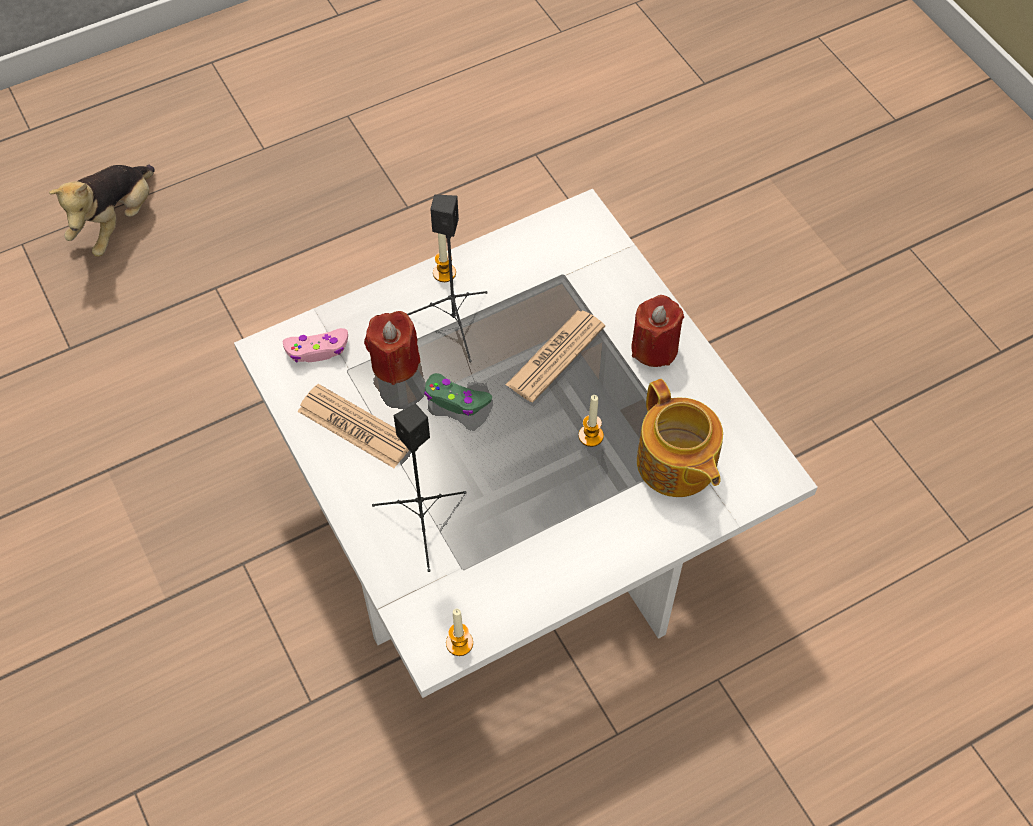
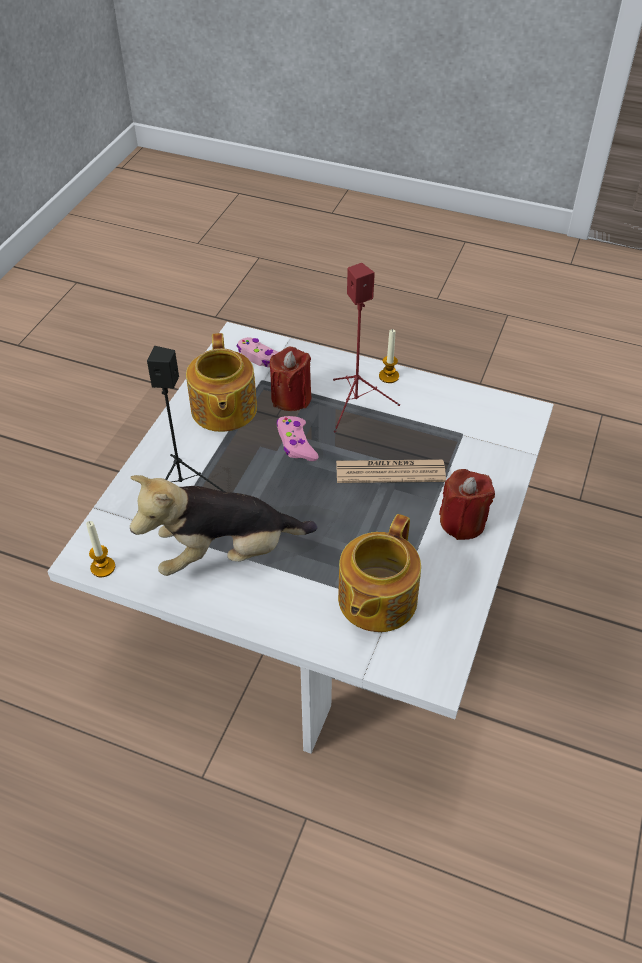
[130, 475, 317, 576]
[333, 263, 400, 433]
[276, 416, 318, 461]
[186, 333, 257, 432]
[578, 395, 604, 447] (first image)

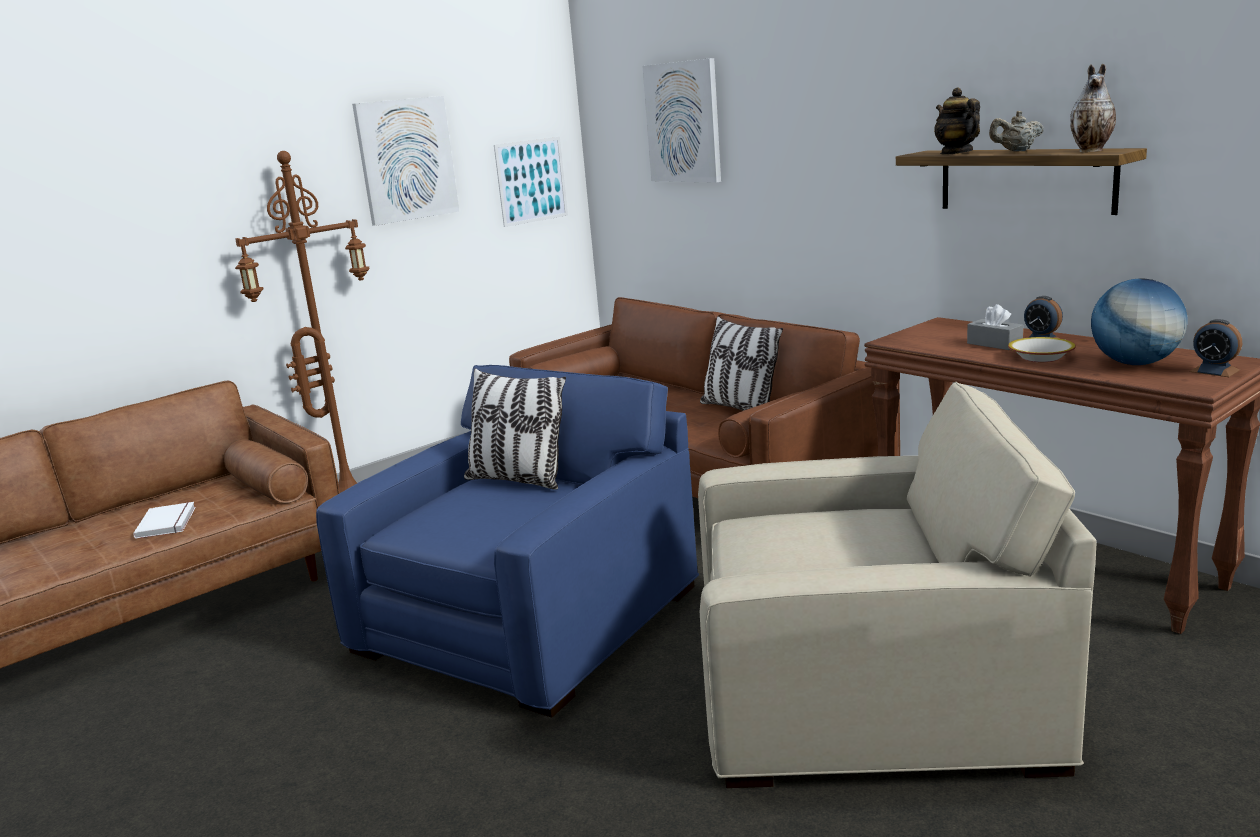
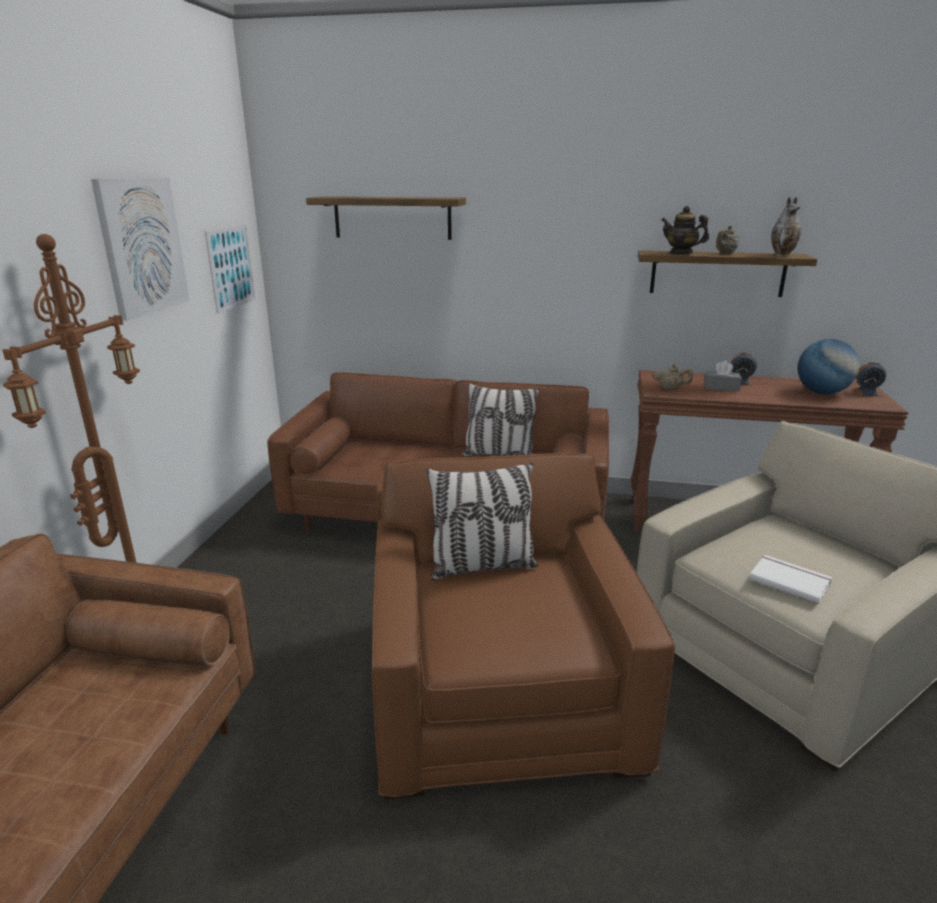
[306, 196, 466, 240]
[1008, 337, 1076, 362] (first image)
[372, 453, 675, 799]
[749, 555, 832, 604]
[653, 364, 693, 390]

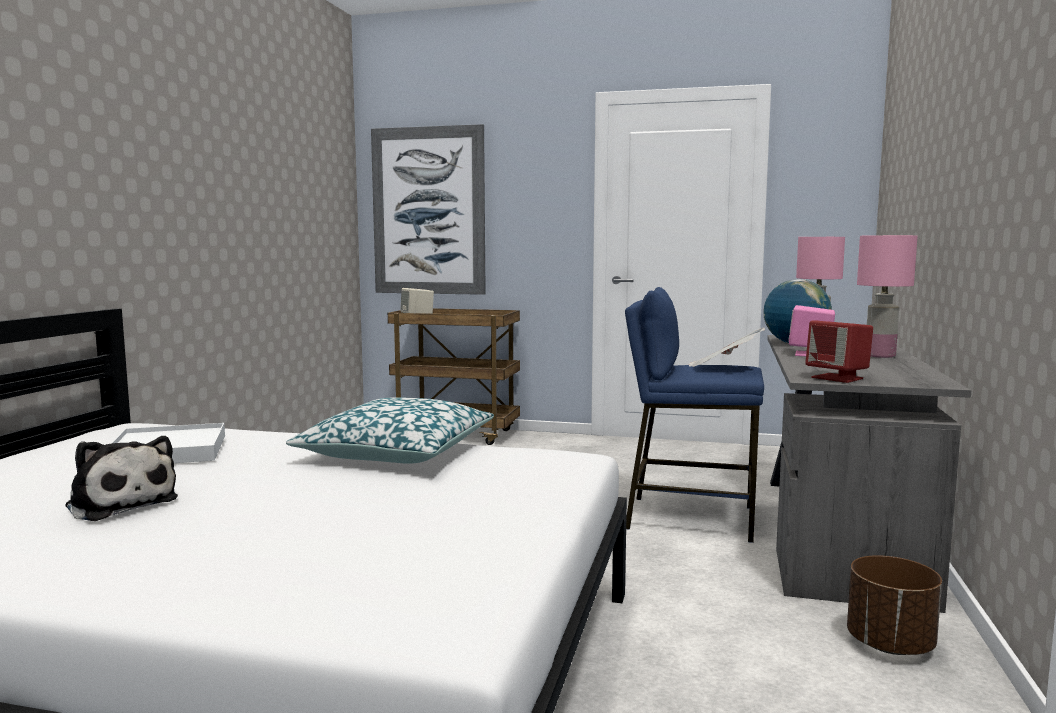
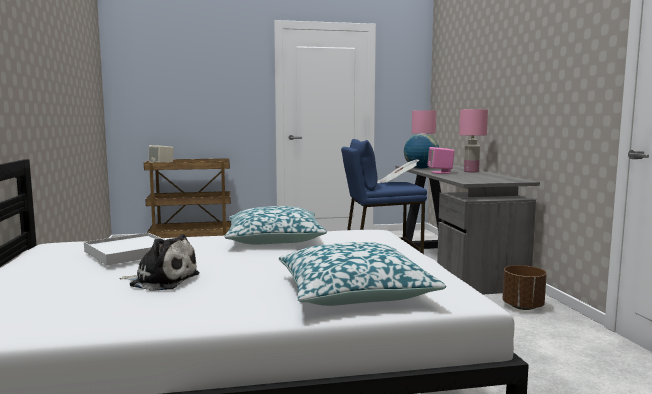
[371, 124, 486, 295] (first image)
[805, 320, 873, 383] (first image)
[279, 242, 446, 306]

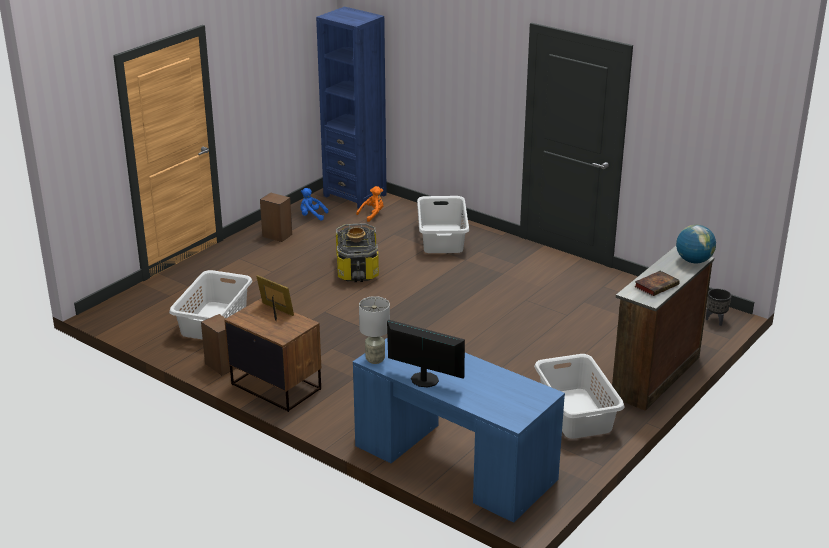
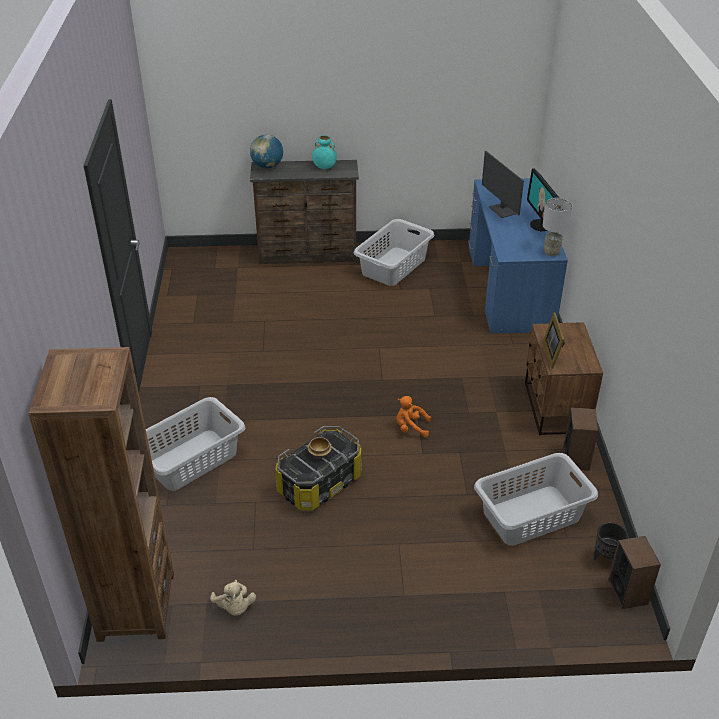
[28, 347, 174, 642]
[396, 396, 431, 437]
[210, 580, 256, 616]
[608, 536, 661, 609]
[312, 135, 337, 169]
[593, 522, 628, 563]
[482, 151, 524, 218]

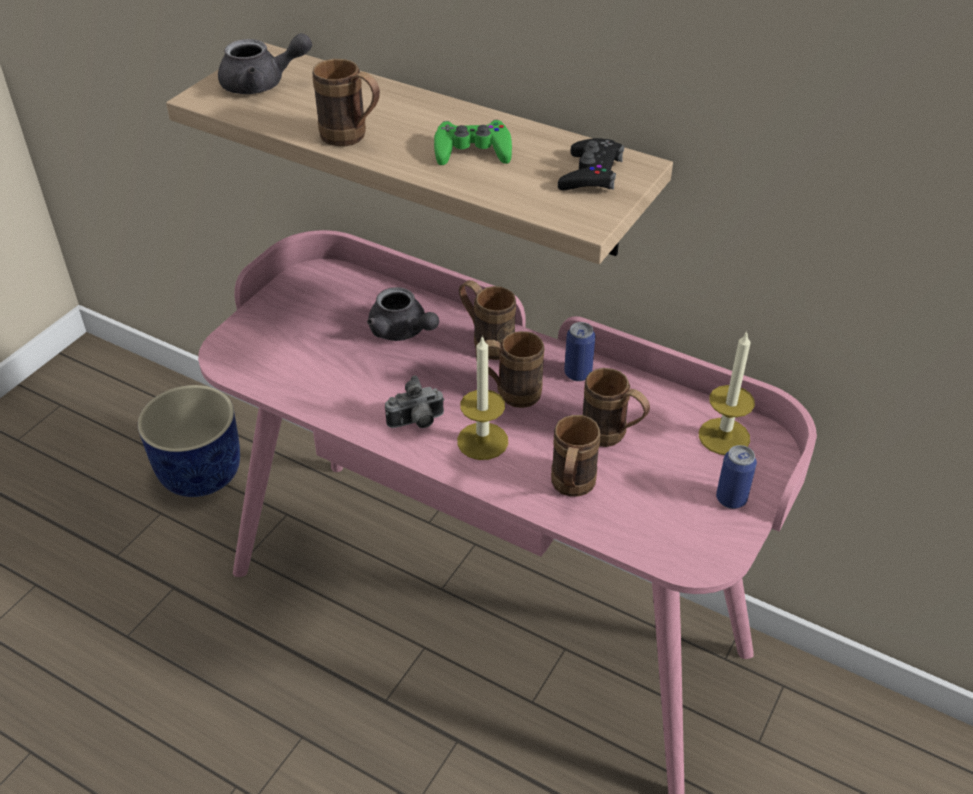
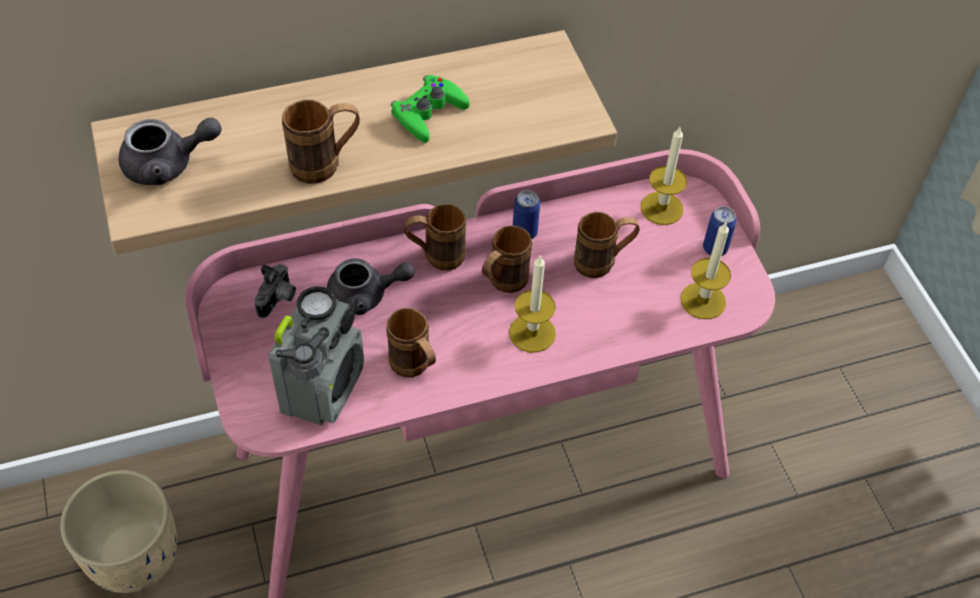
[119, 118, 222, 185]
[558, 138, 624, 190] (first image)
[254, 264, 296, 318]
[60, 470, 177, 593]
[386, 308, 436, 377]
[680, 222, 731, 319]
[268, 286, 364, 425]

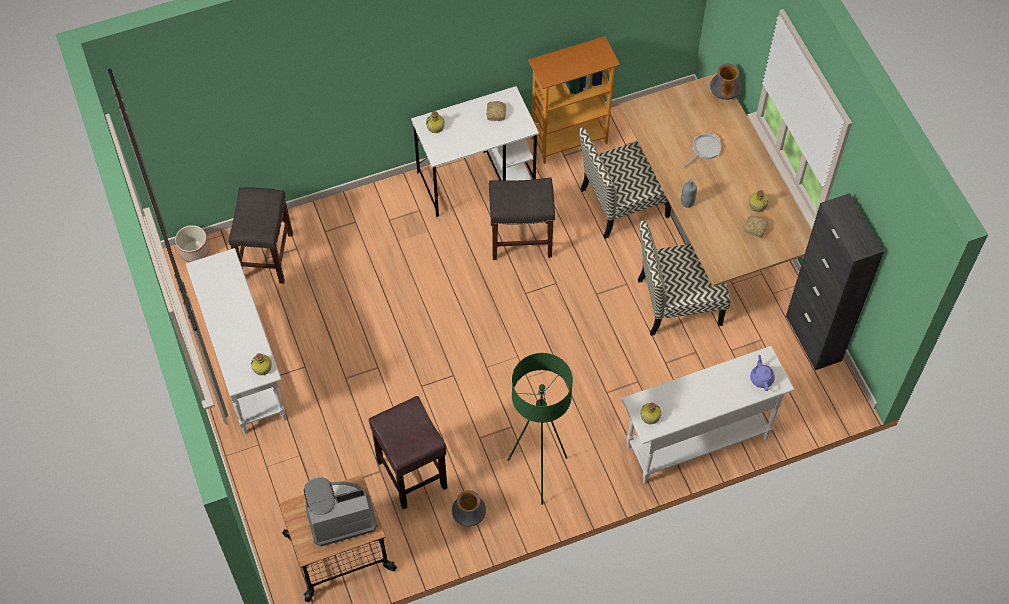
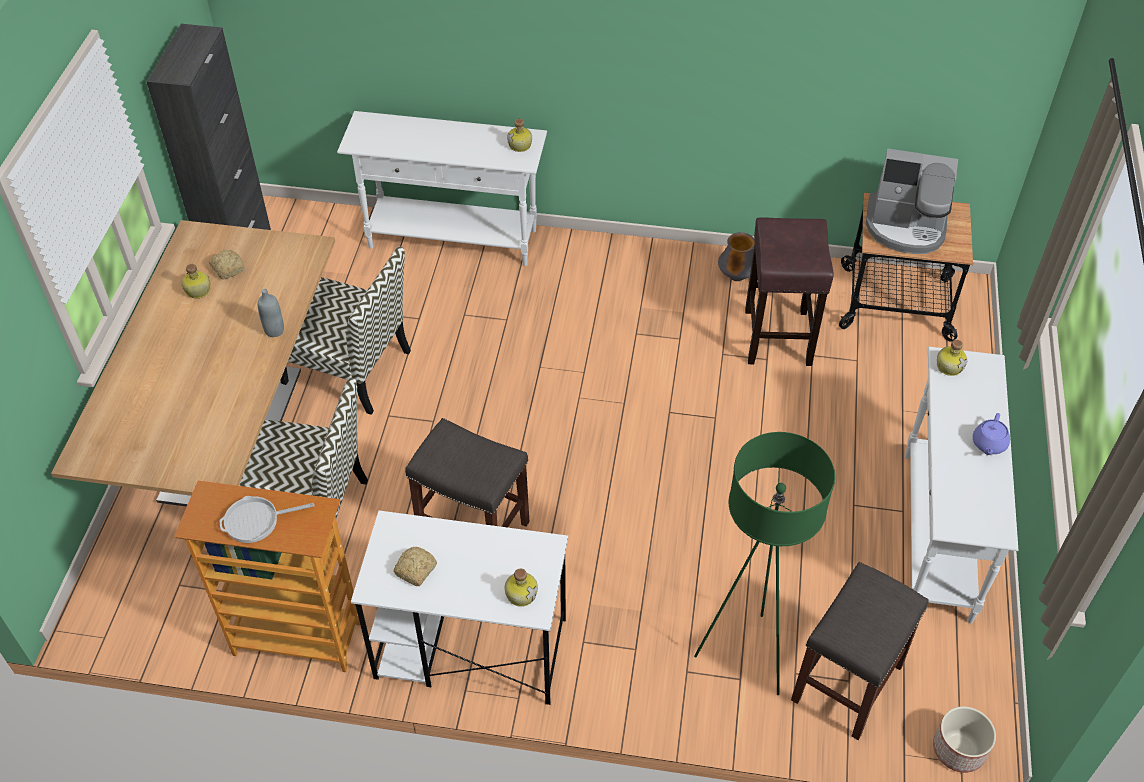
[710, 64, 742, 100] (first image)
[220, 496, 314, 543]
[694, 432, 835, 695]
[973, 413, 1010, 455]

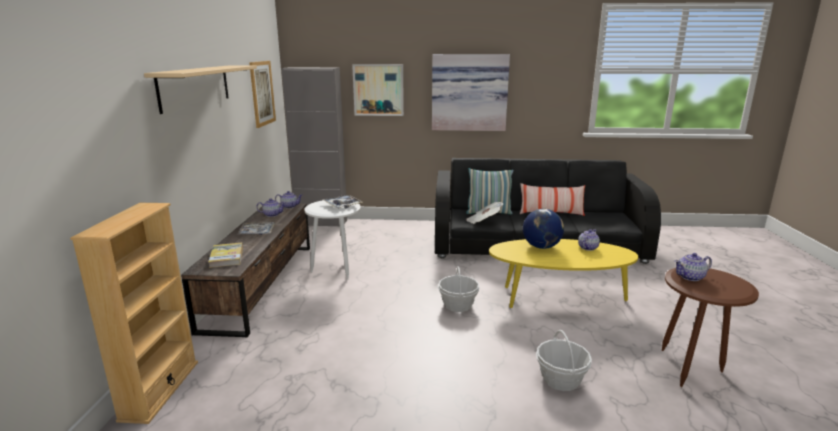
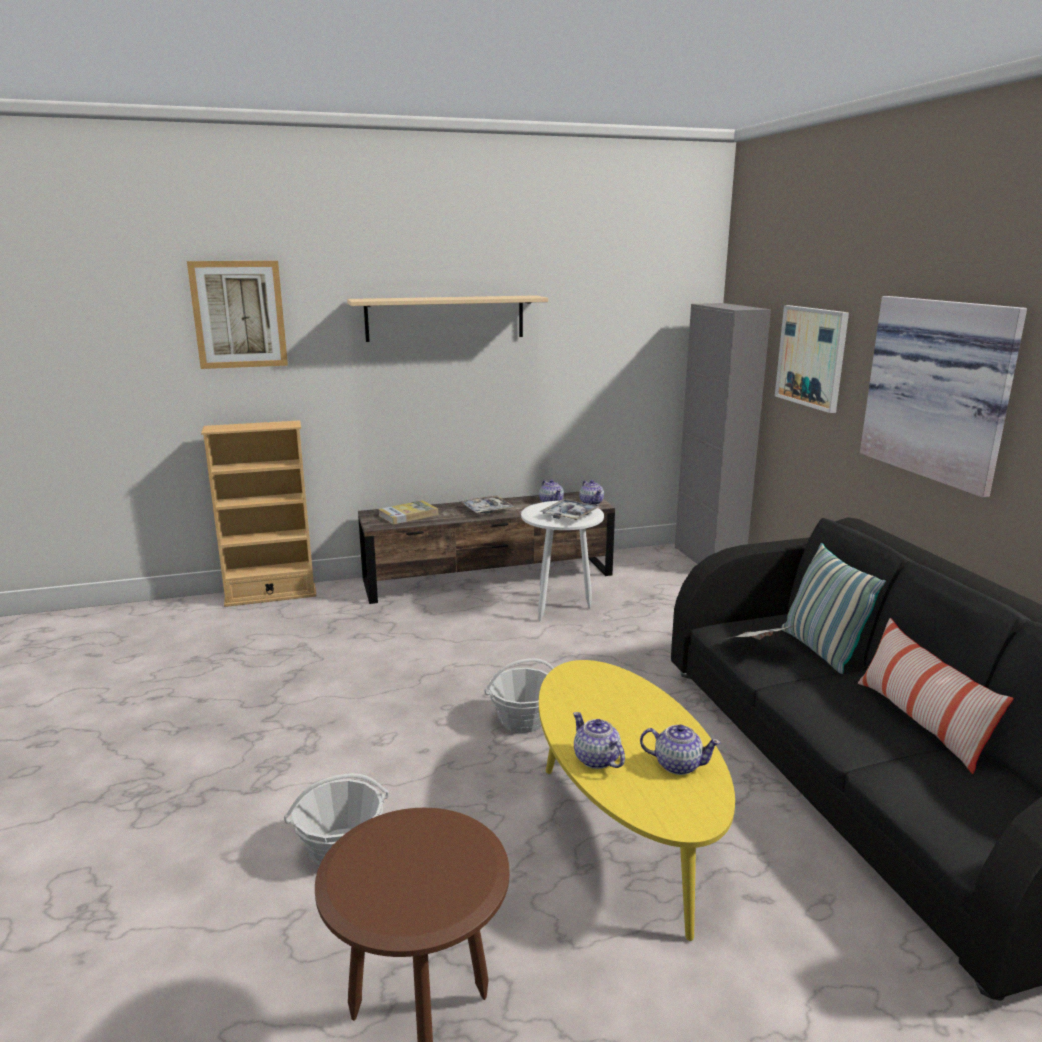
[187, 261, 288, 369]
[523, 209, 564, 249] (first image)
[573, 712, 625, 769]

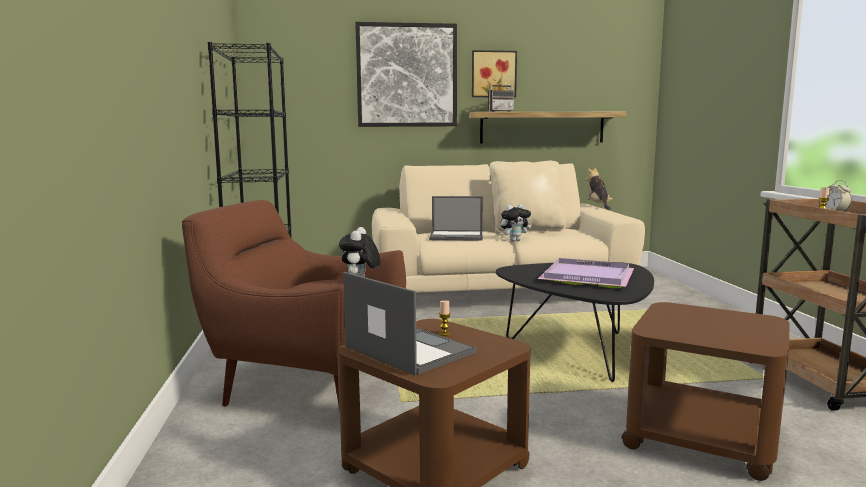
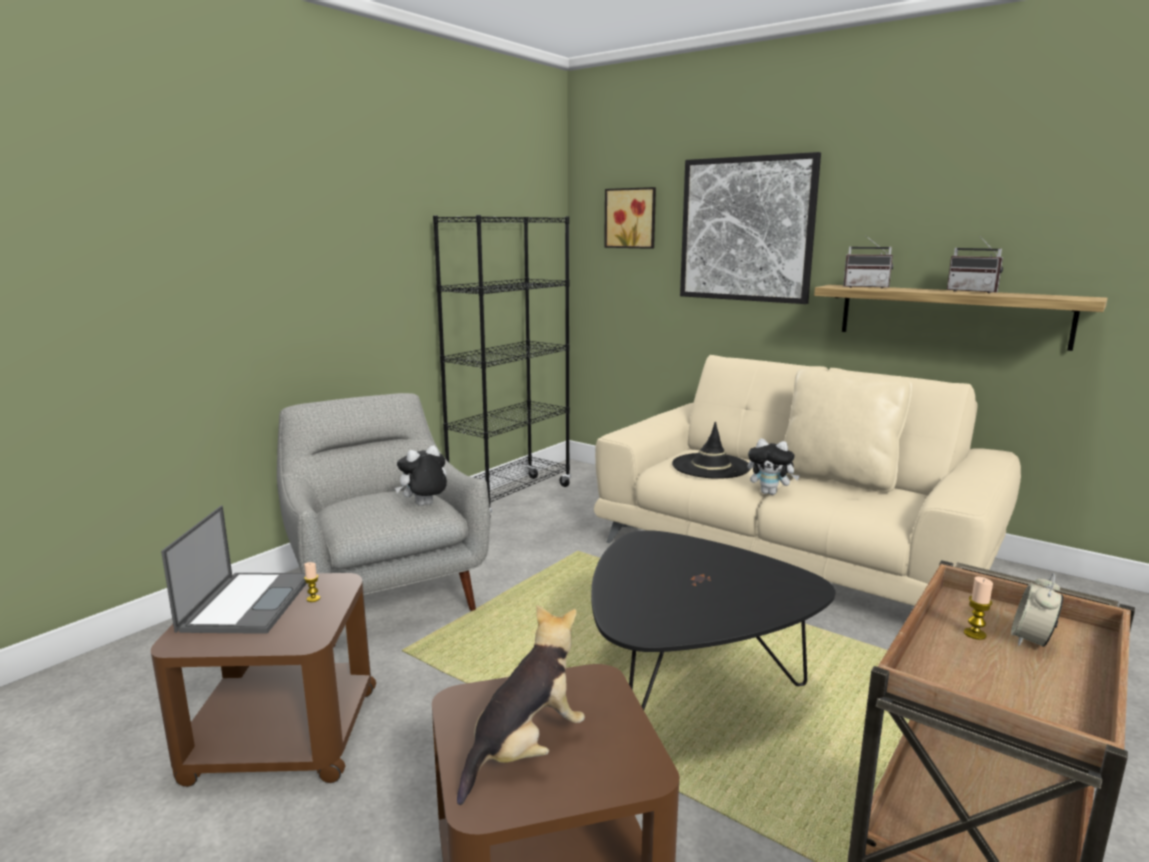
[604, 187, 656, 249]
[457, 605, 585, 805]
[672, 421, 750, 479]
[277, 393, 490, 611]
[538, 258, 634, 288] (first image)
[947, 236, 1003, 293]

